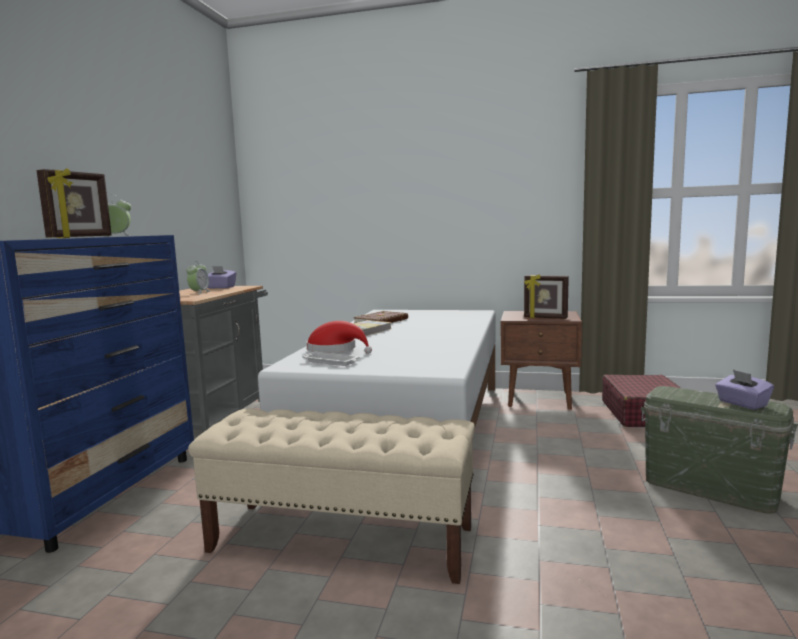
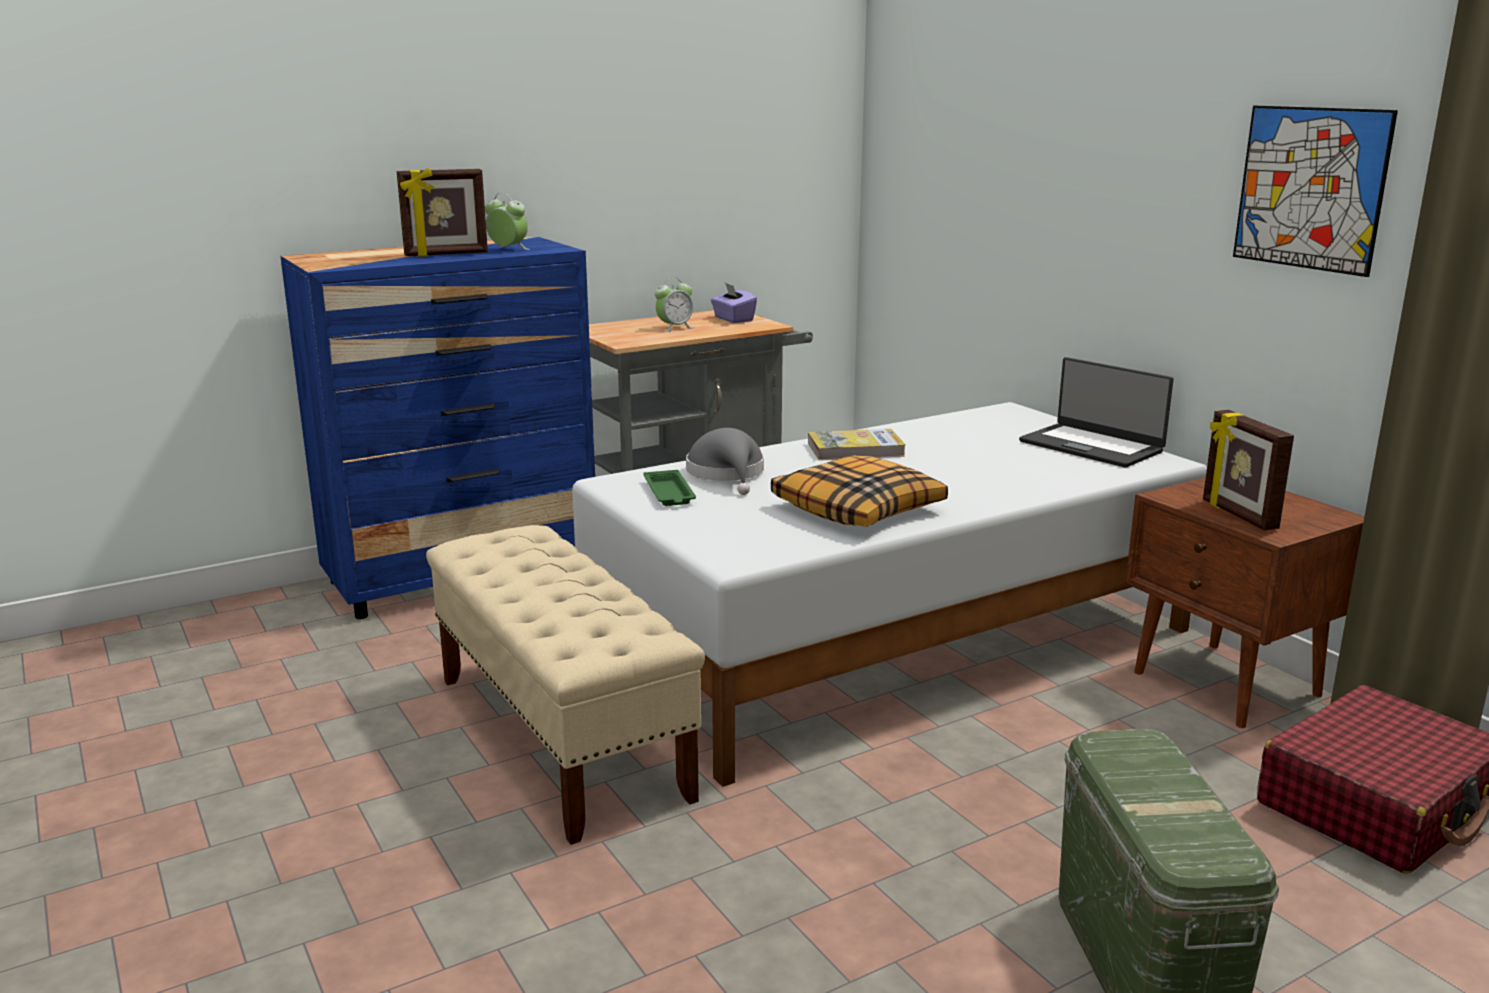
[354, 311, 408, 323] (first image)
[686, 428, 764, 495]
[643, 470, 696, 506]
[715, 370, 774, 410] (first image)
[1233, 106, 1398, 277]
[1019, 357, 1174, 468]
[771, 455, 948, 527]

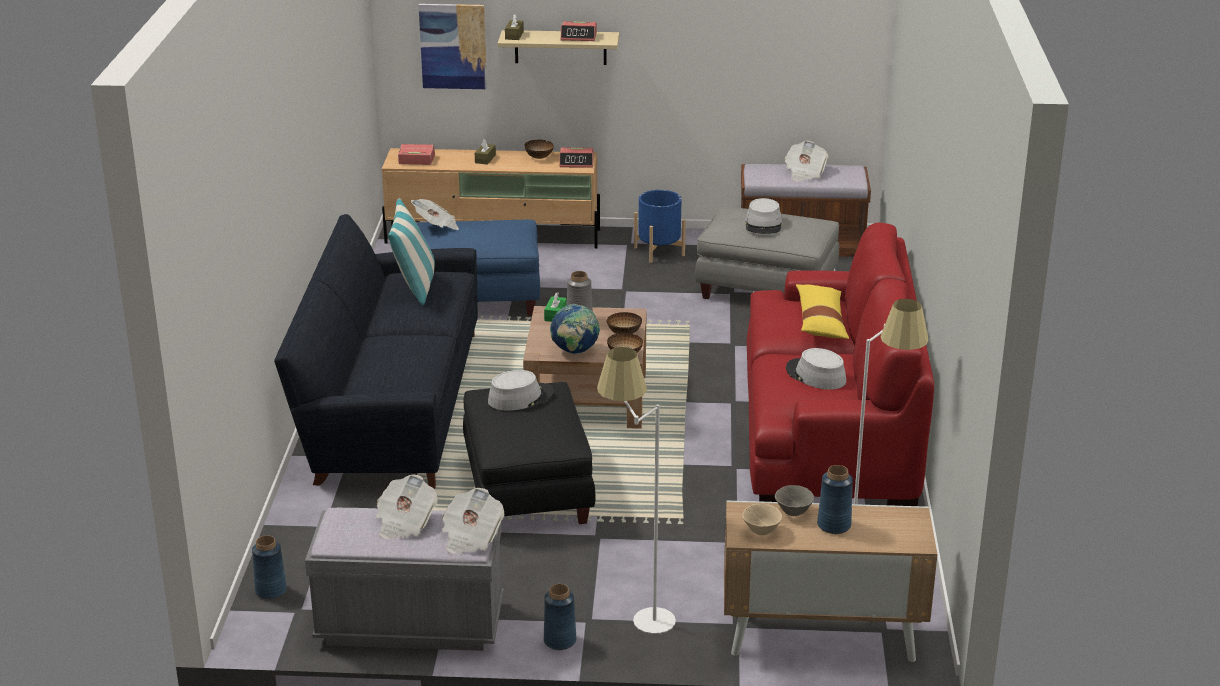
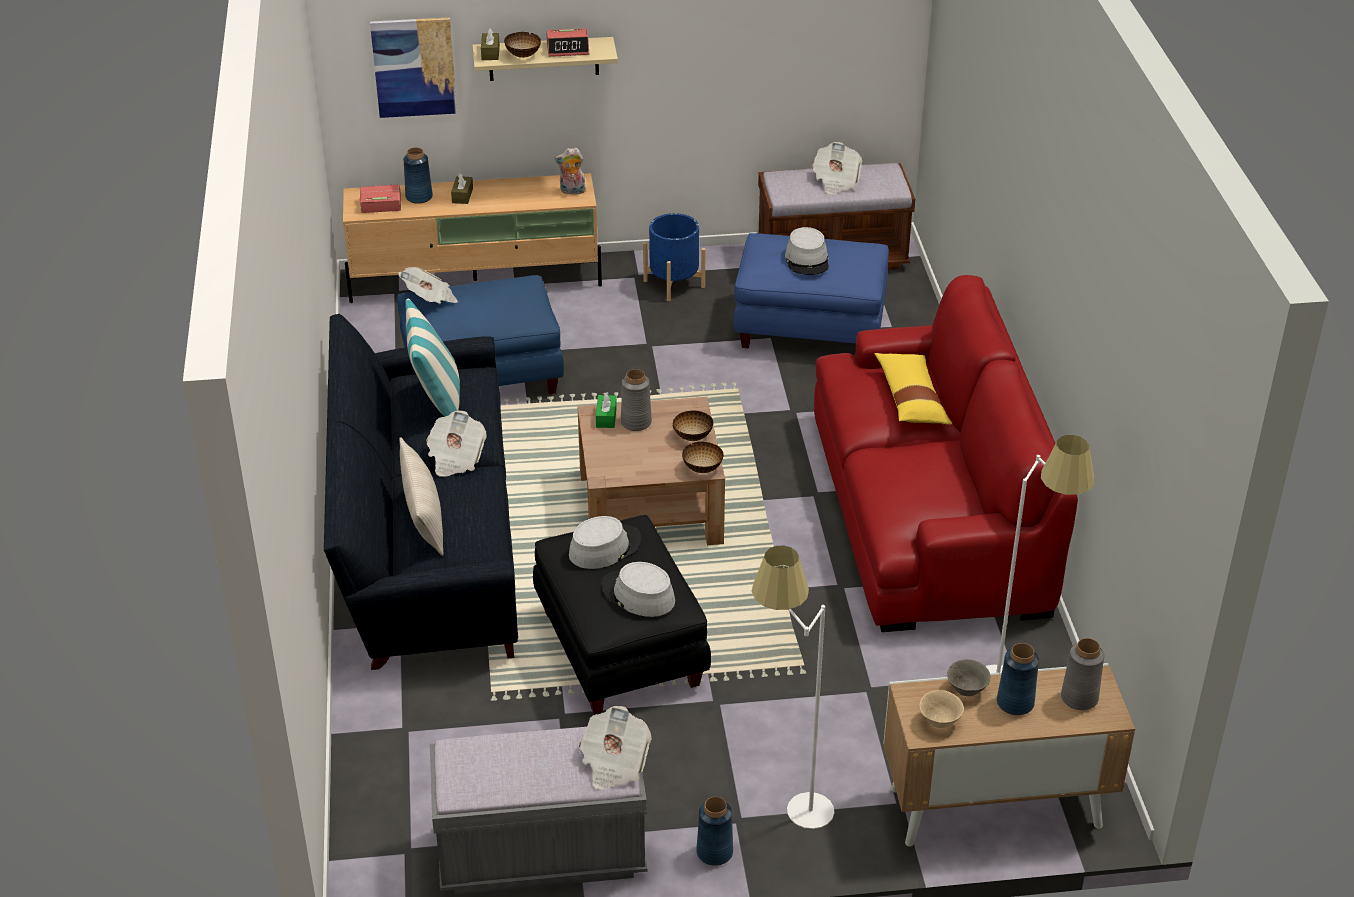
[504, 32, 541, 58]
[555, 148, 587, 194]
[734, 233, 889, 349]
[550, 304, 600, 354] (first image)
[601, 562, 675, 617]
[426, 410, 487, 477]
[403, 147, 433, 204]
[399, 437, 443, 556]
[1061, 638, 1104, 710]

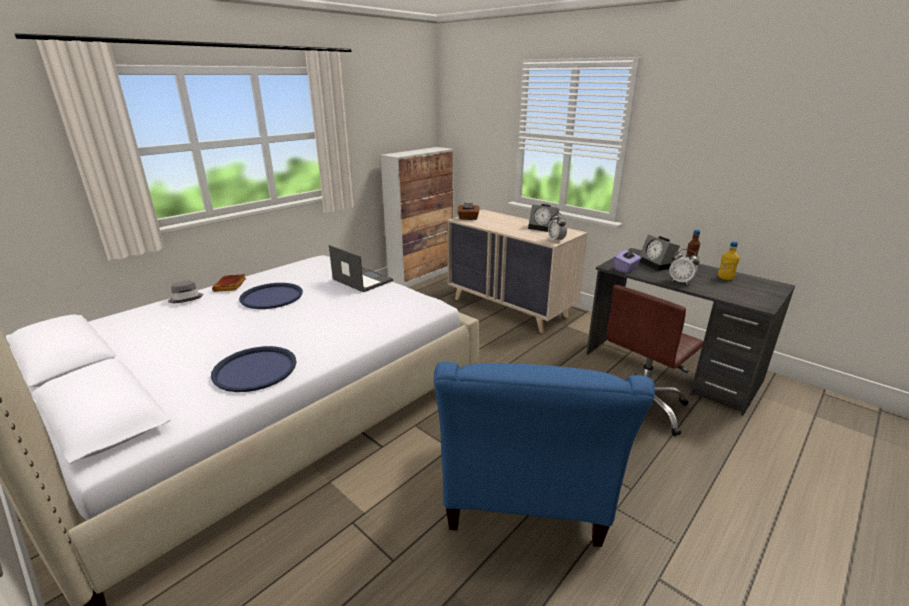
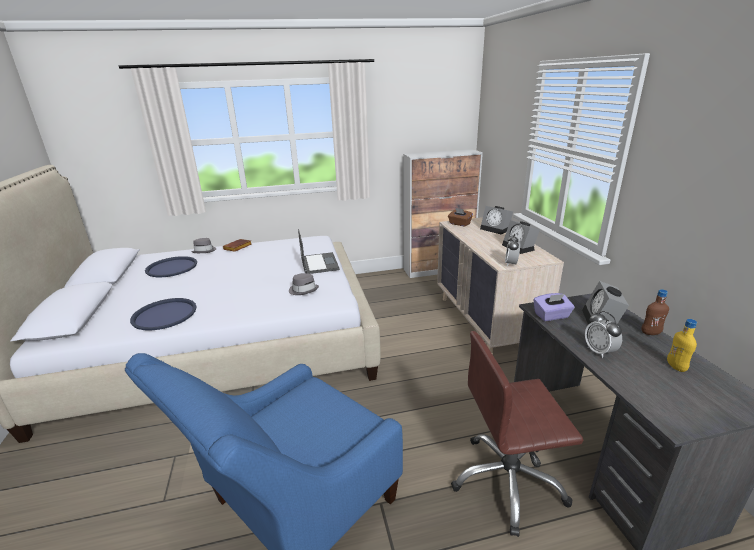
[145, 256, 197, 277]
[480, 206, 513, 235]
[289, 273, 319, 295]

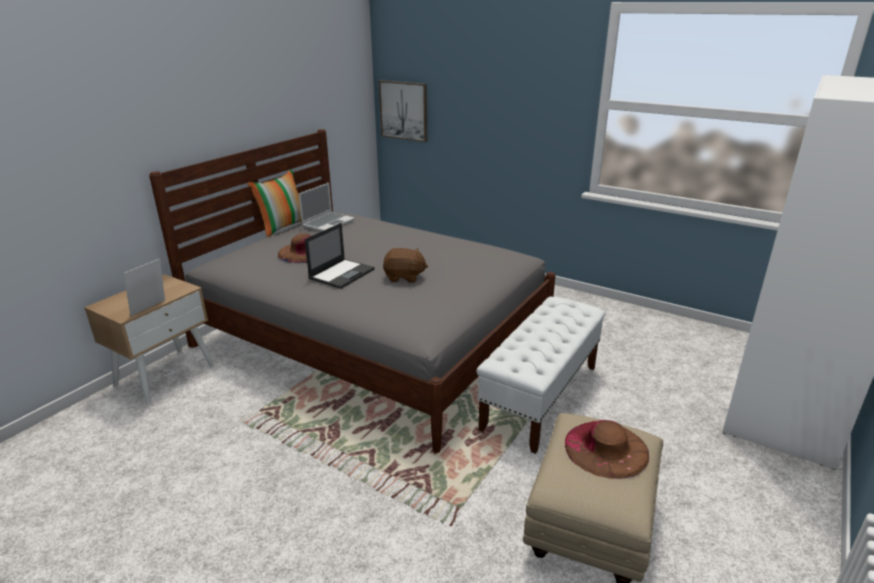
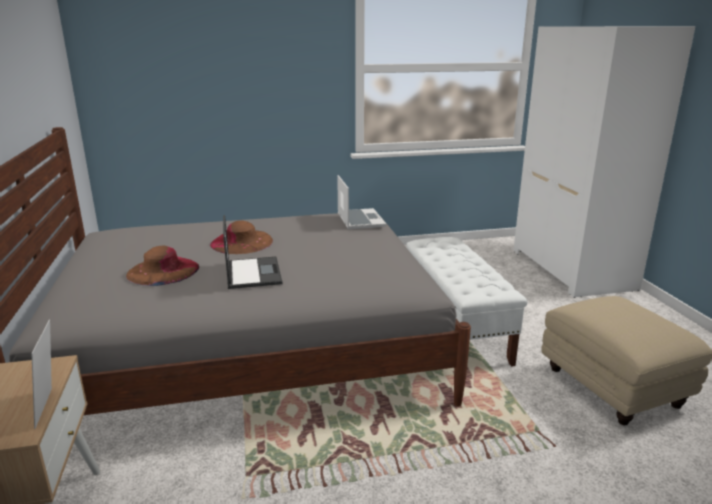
[379, 80, 427, 142] (first image)
[247, 169, 302, 237] (first image)
[337, 175, 386, 229]
[383, 248, 428, 283] (first image)
[210, 221, 273, 254]

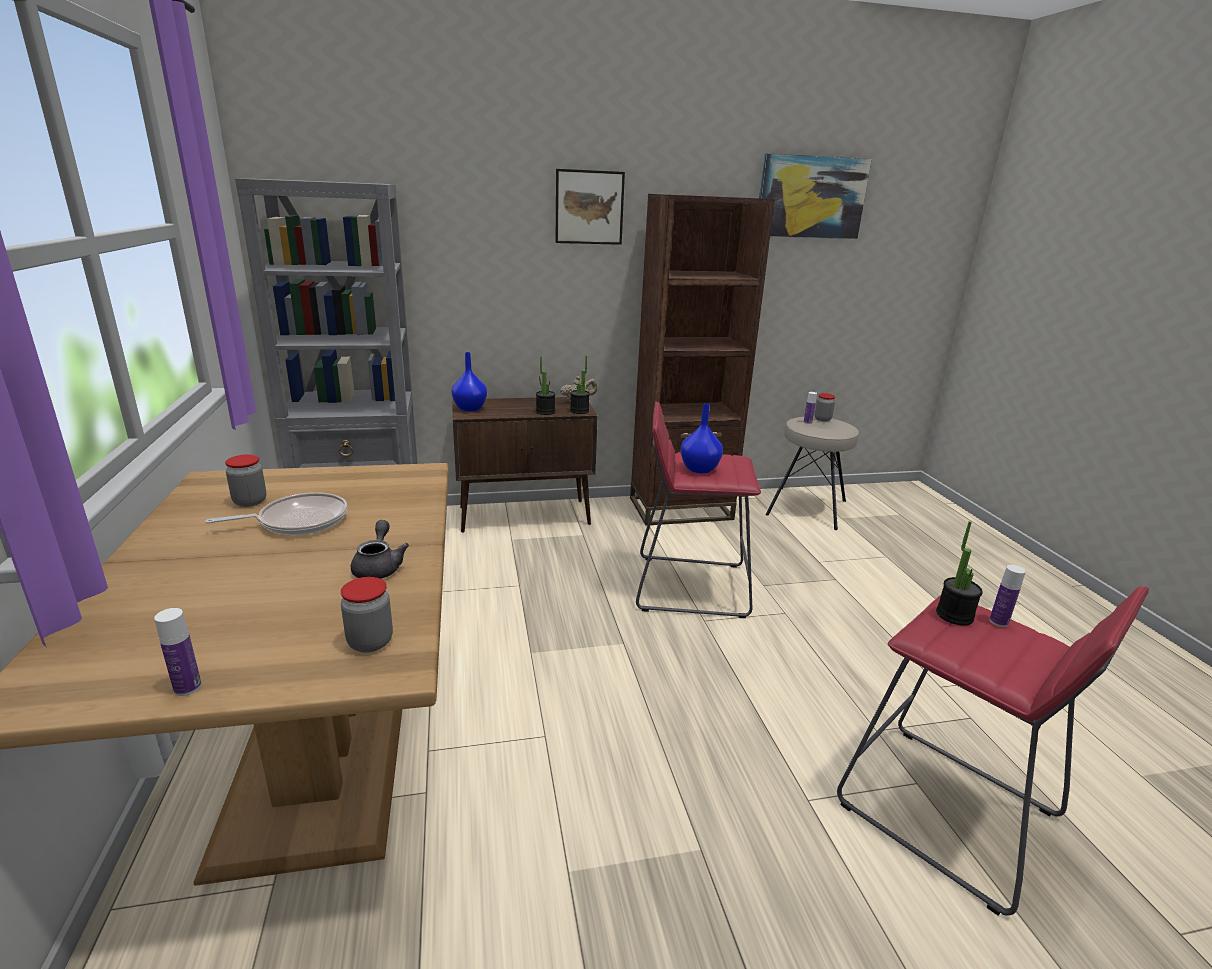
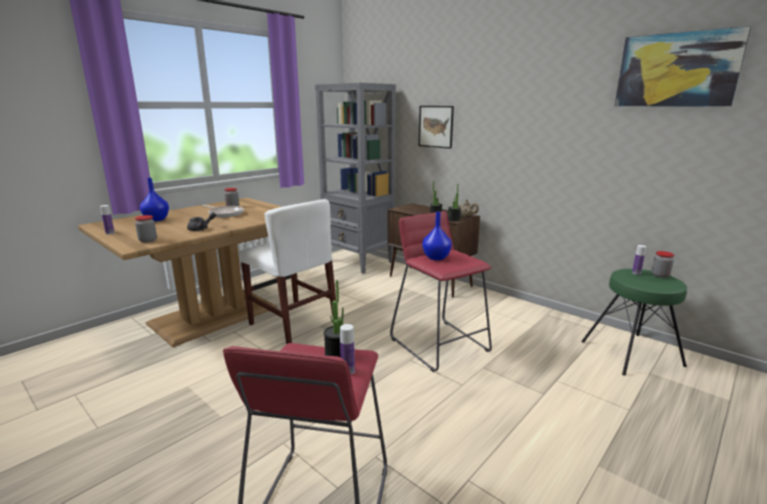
[419, 106, 454, 149]
[630, 194, 775, 526] (first image)
[140, 178, 169, 221]
[581, 269, 687, 376]
[239, 199, 336, 345]

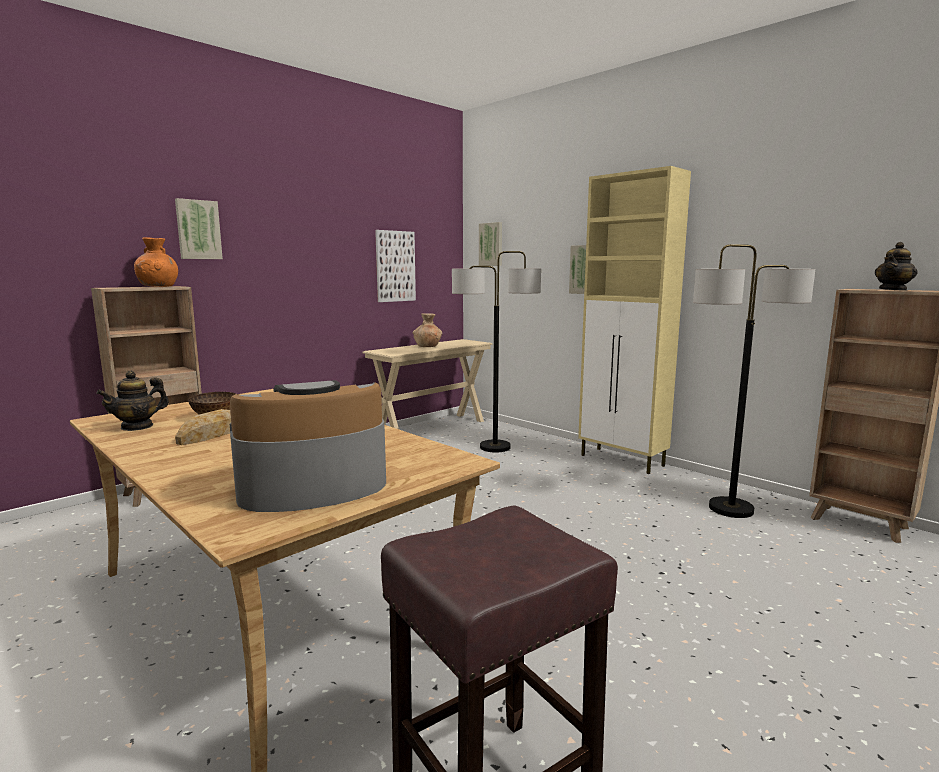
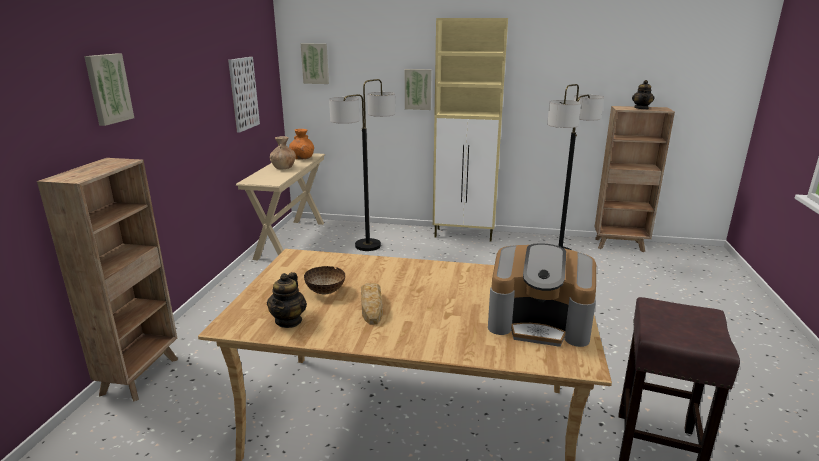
[289, 129, 314, 160]
[488, 243, 596, 347]

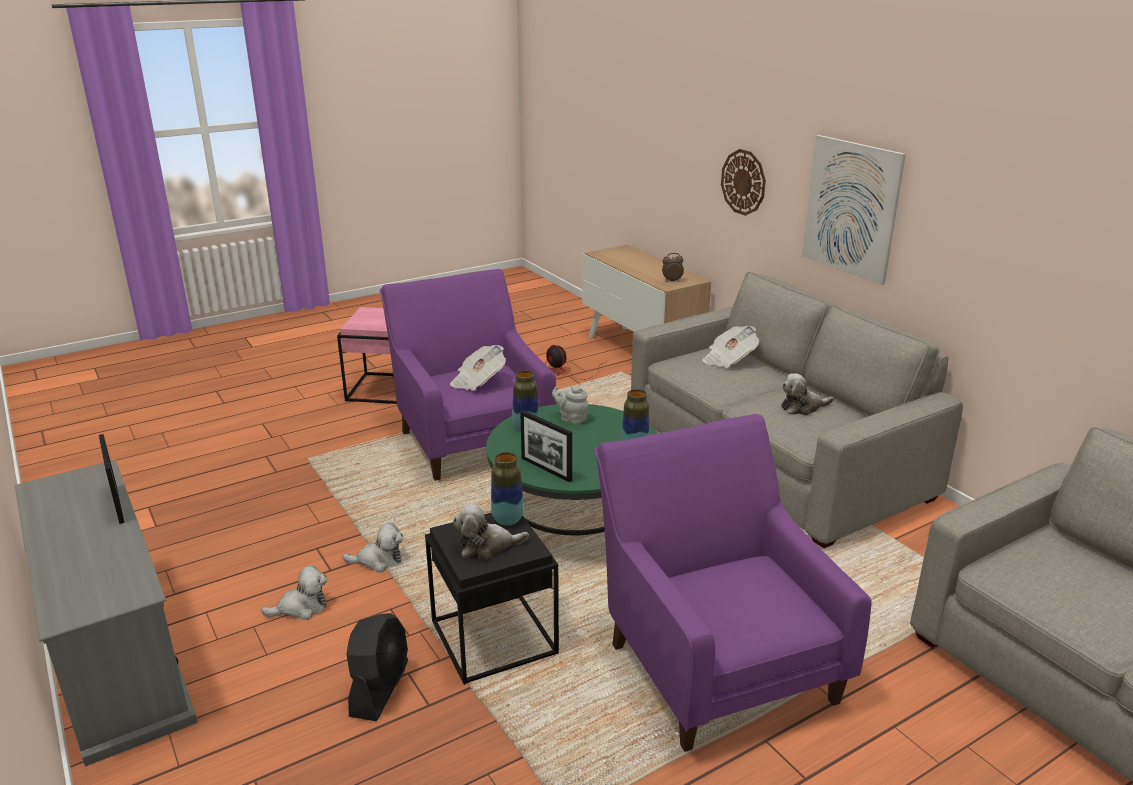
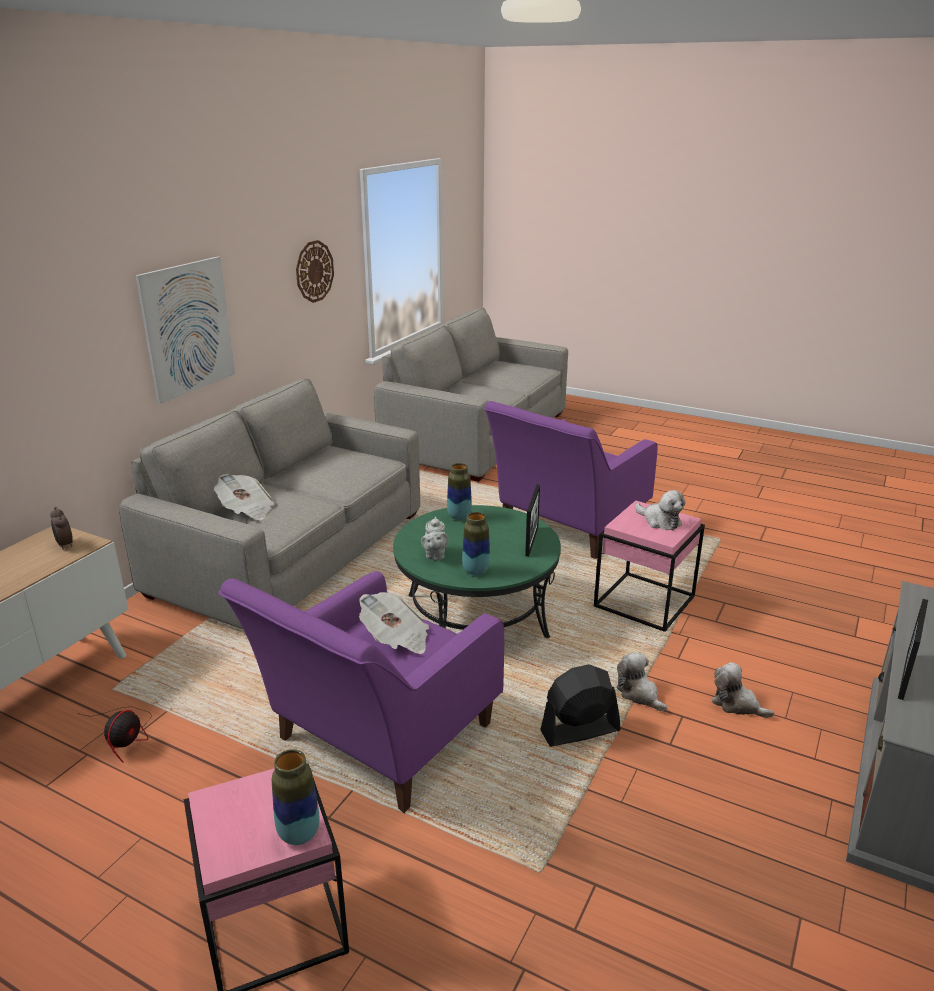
[296, 240, 334, 303]
[781, 373, 834, 415] (first image)
[272, 749, 320, 845]
[594, 501, 705, 632]
[540, 664, 621, 747]

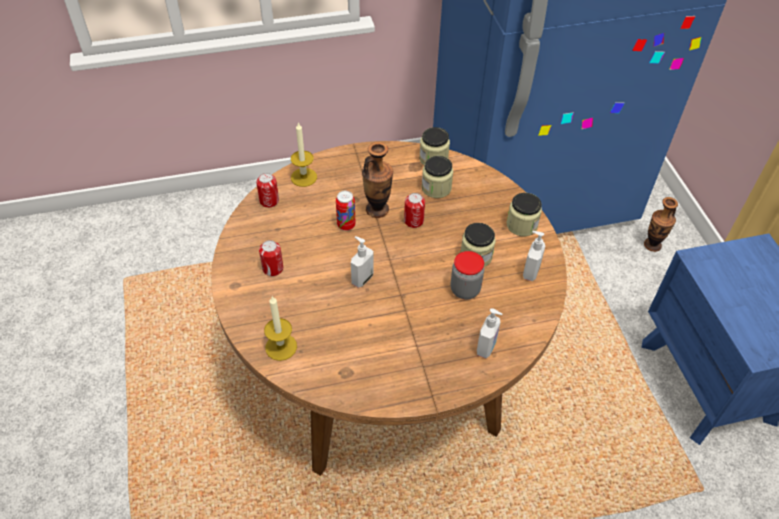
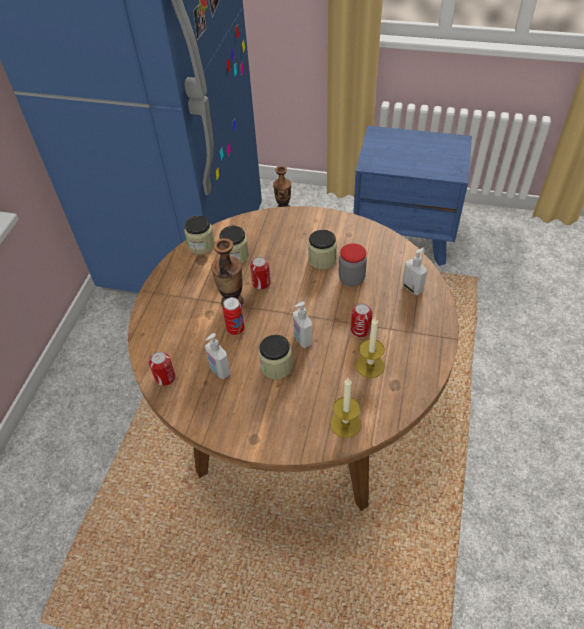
[356, 317, 385, 378]
[258, 335, 293, 379]
[205, 333, 231, 379]
[351, 304, 372, 337]

